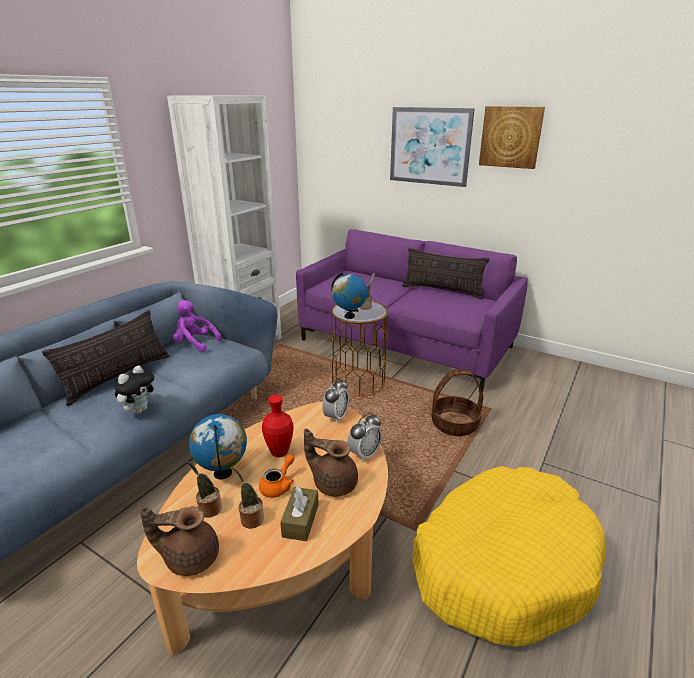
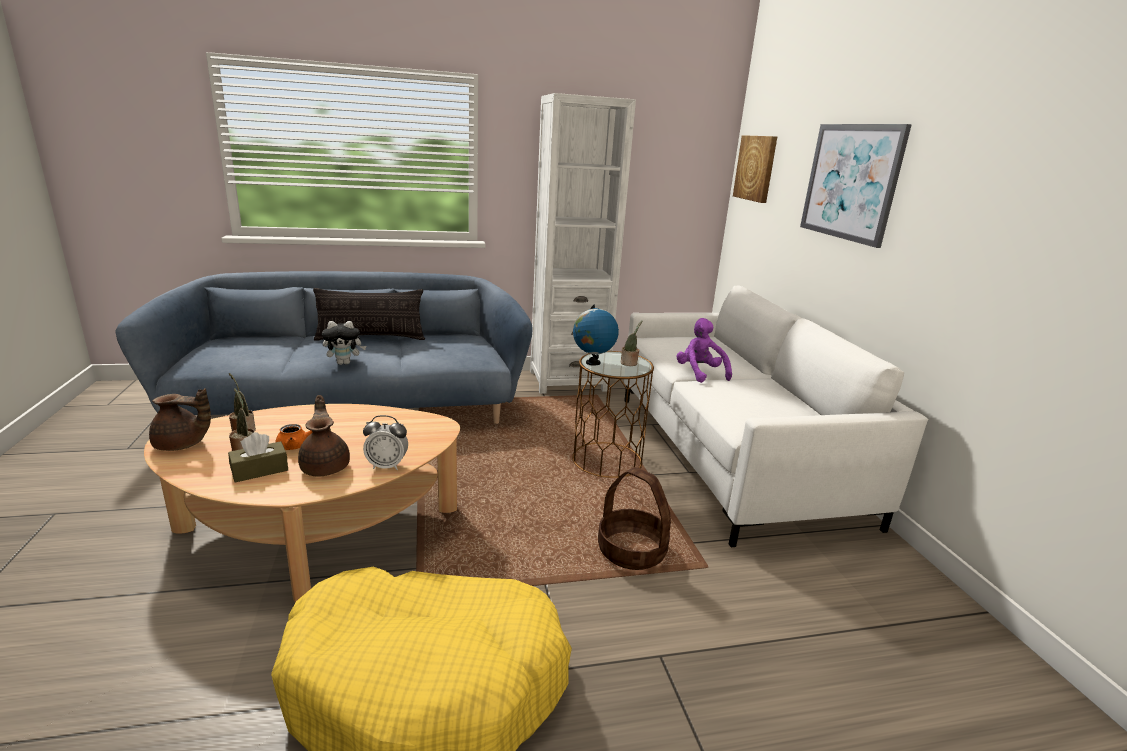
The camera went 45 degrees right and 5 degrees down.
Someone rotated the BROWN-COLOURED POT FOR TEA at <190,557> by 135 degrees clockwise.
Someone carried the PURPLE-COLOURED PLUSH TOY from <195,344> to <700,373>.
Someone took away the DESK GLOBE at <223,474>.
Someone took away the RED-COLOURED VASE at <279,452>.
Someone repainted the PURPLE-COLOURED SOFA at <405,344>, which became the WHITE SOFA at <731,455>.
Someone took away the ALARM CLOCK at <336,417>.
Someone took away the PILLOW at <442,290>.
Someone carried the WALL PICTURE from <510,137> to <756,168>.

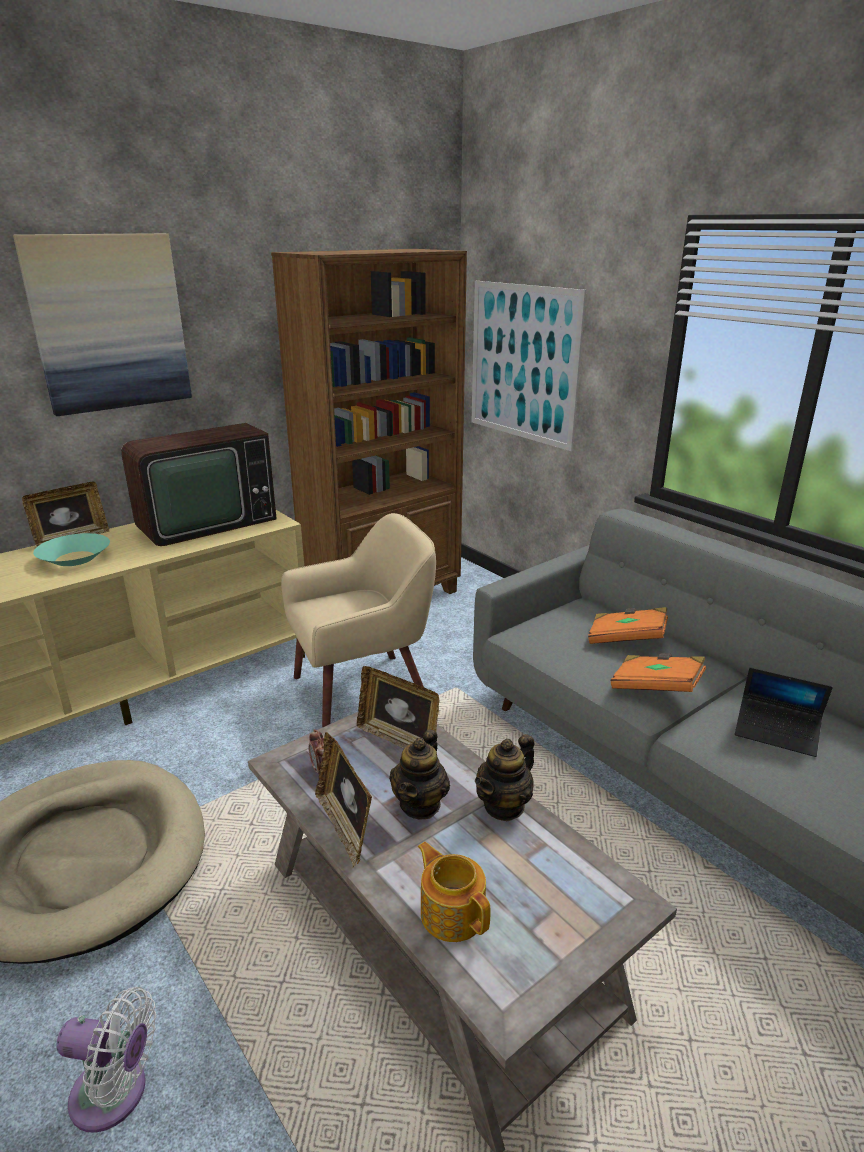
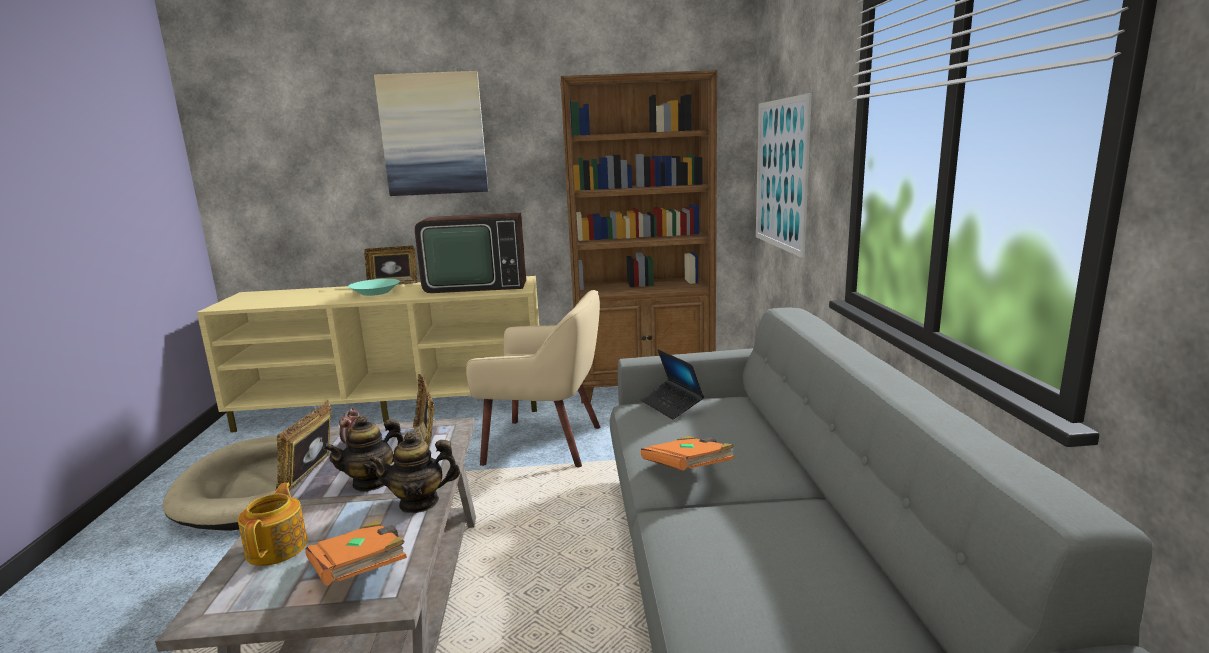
The camera went 35 degrees right and 10 degrees down.
Someone took away the WHITE FAN at <116,1094>.
Someone carried the ORANGE VOLUME from <626,639> to <360,572>.
Someone carried the PORTABLE COMPUTER from <776,732> to <671,405>.

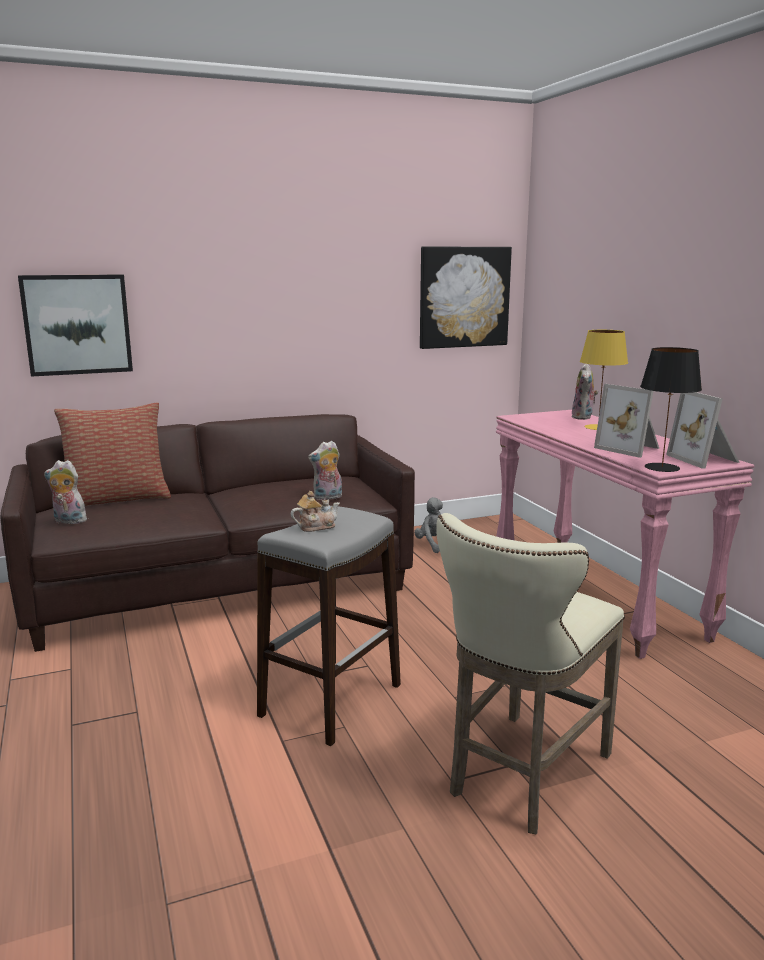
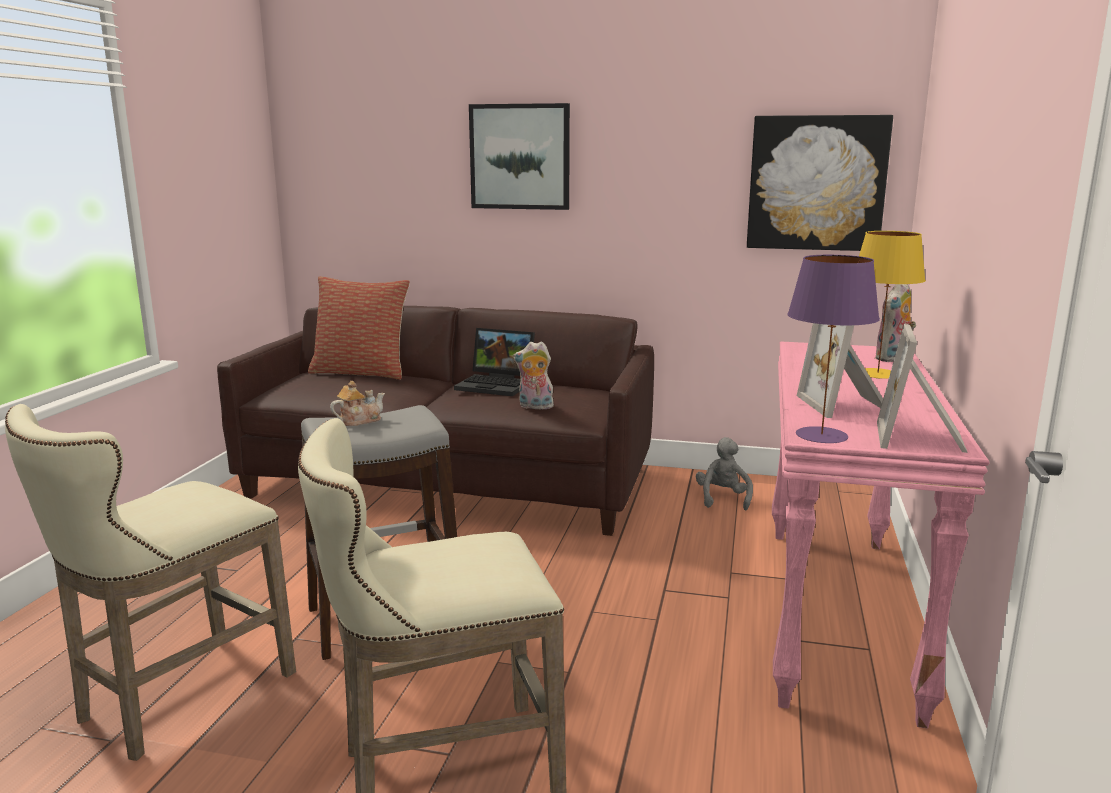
The camera went 35 degrees right and 0 degrees up.
Someone carried the WALL PICTURE from <77,324> to <520,157>.
Someone took away the PLUSH TOY at <68,521>.
Someone rotated the POT FOR TEA at <315,527> by 45 degrees counterclockwise.
Someone repainted the BLACK TABLETOP LAMP at <662,468>, which became the PURPLE-COLOURED TABLETOP LAMP at <821,435>.
Someone put down the BEIGE-COLOURED STOOL SEAT at <175,699>.
Someone put down the PORTABLE COMPUTER at <497,385>.

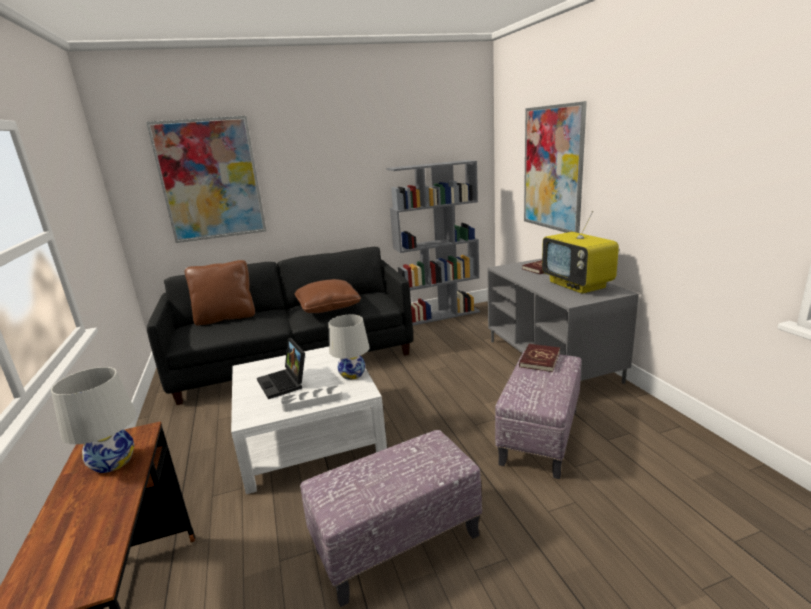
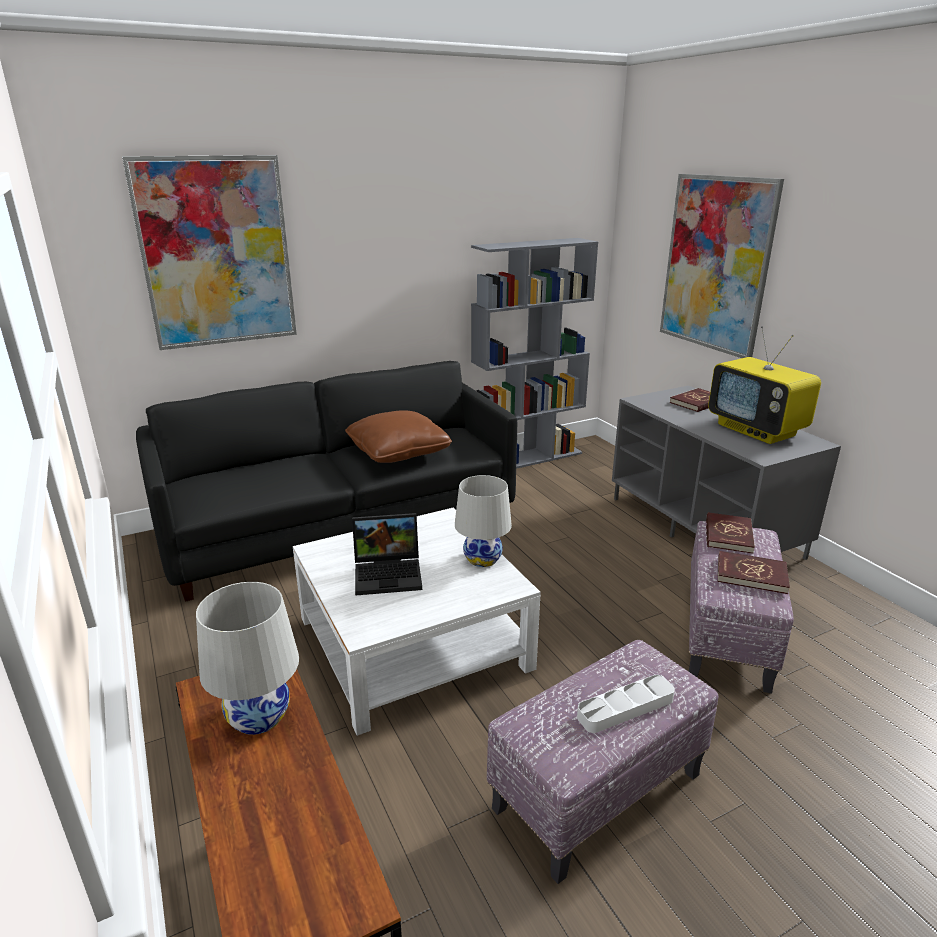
The camera went 10 degrees left and 5 degrees up.
Someone took away the BROWN-COLOURED PILLOW at <226,318>.
Someone rotated the PORTABLE COMPUTER at <285,383> by 60 degrees counterclockwise.
Someone carried the WHITE CARRYING TRAY from <312,401> to <625,708>.
Someone put down the RED-COLOURED VOLUME at <751,575>.

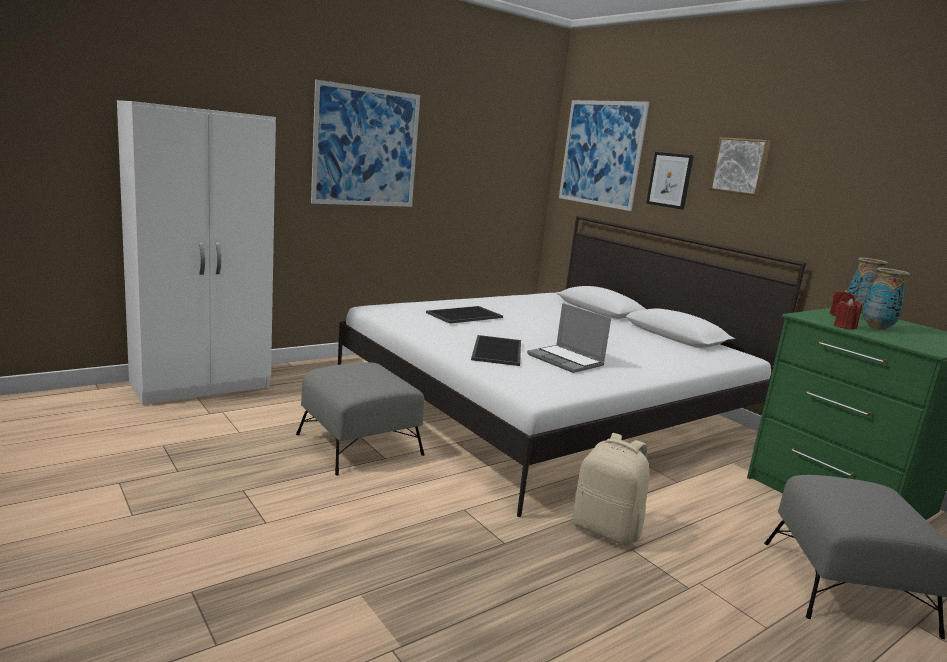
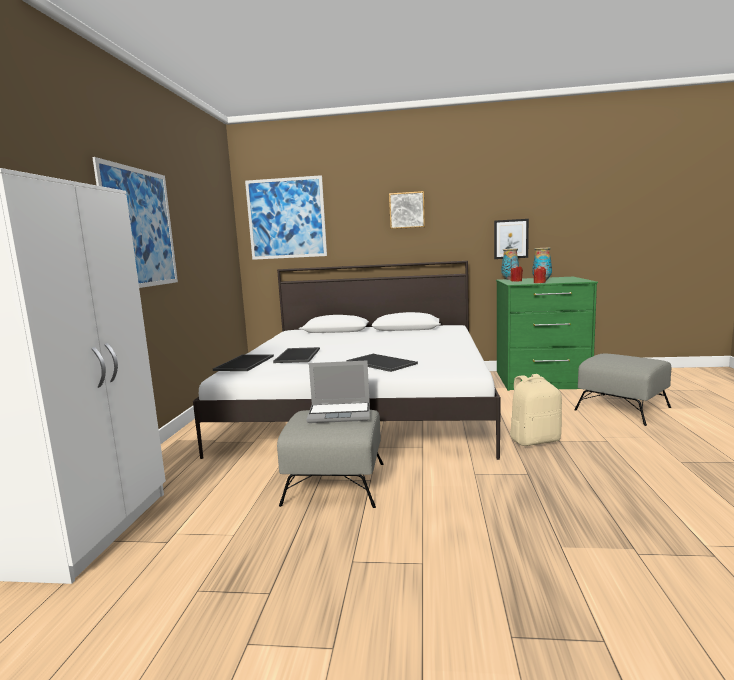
The camera went 45 degrees left and 5 degrees down.
Someone carried the PORTABLE COMPUTER from <566,360> to <340,413>.
Someone carried the WALL PICTURE from <670,180> to <511,239>.
Someone put down the CARRYING TRAY at <245,363>.

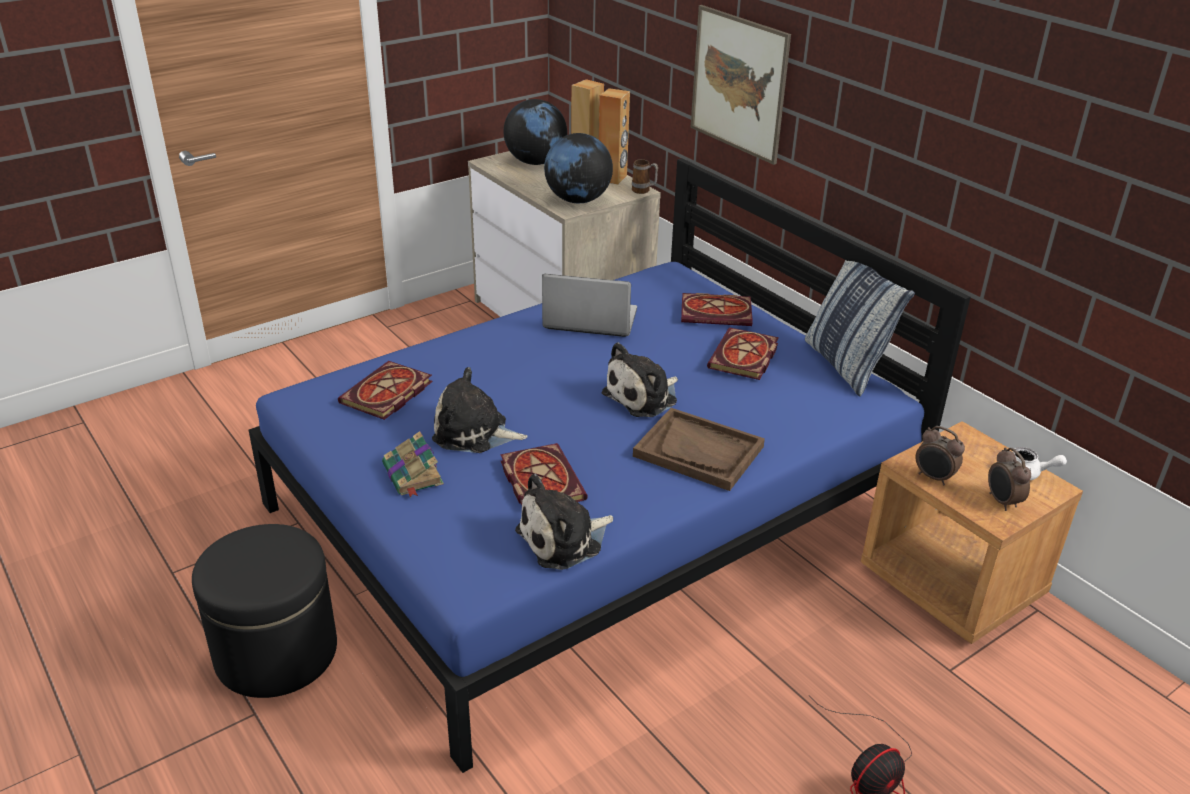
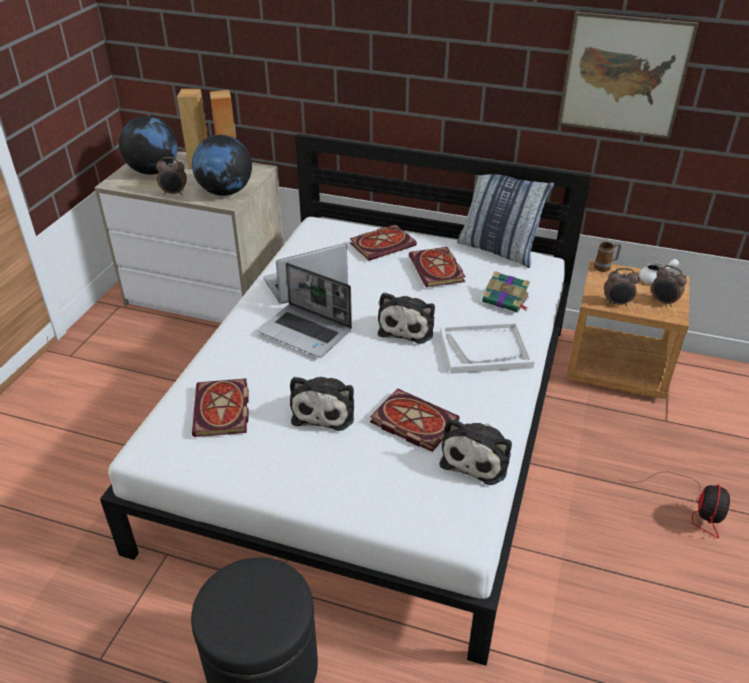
The camera went 35 degrees left and 5 degrees up.
Someone repainted the BLUE-COLOURED SLEEPING BED at <593,510>, which became the WHITE SLEEPING BED at <376,426>.
Someone carried the VOLUME from <413,475> to <506,300>.
Someone rotated the PLUSH TOY at <474,433> by 60 degrees counterclockwise.
Someone carried the COFFEE MUG from <644,191> to <605,267>.
Someone repainted the BROWN-COLOURED CARRYING TRAY at <699,451>, which became the WHITE CARRYING TRAY at <485,349>.
Someone carried the WALL PICTURE from <738,83> to <624,76>.
Someone put down the ALARM CLOCK at <174,193>.
Someone put down the PORTABLE COMPUTER at <306,332>.

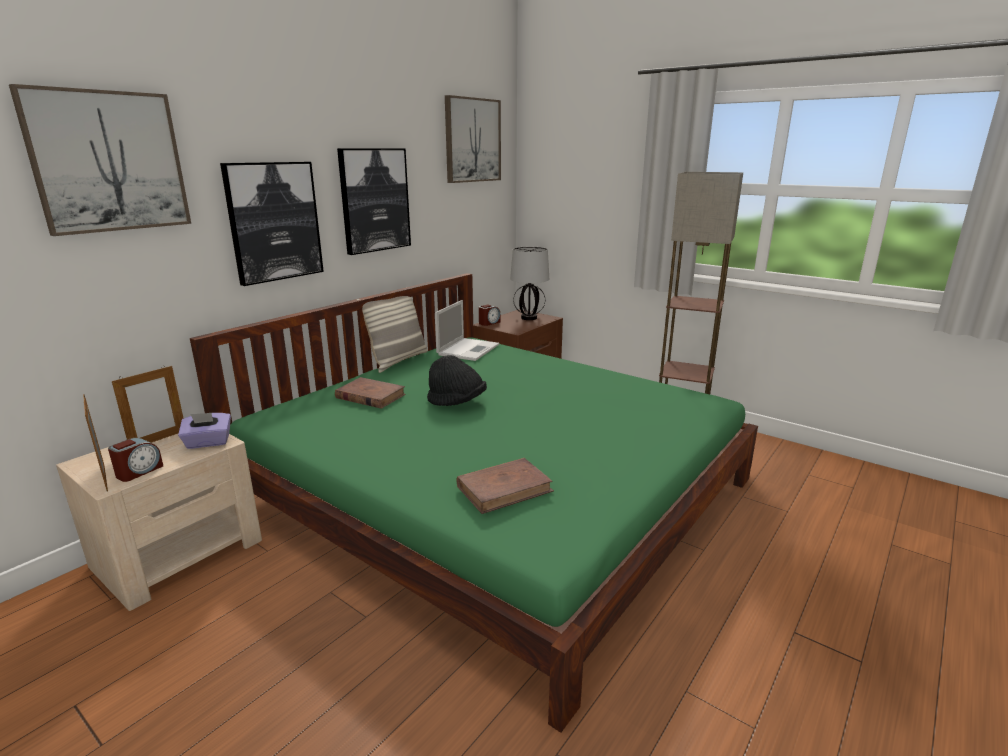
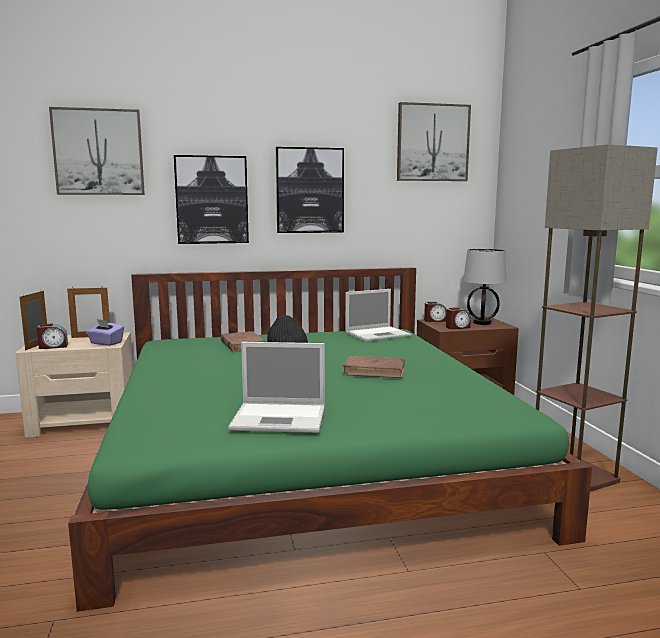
The camera went 40 degrees right and 10 degrees down.
Someone took away the PILLOW at <397,360>.
Someone carried the BROWN-COLOURED VOLUME from <504,489> to <374,371>.
Someone put down the PORTABLE COMPUTER at <281,418>.
Someone put down the ALARM CLOCK at <457,327>.

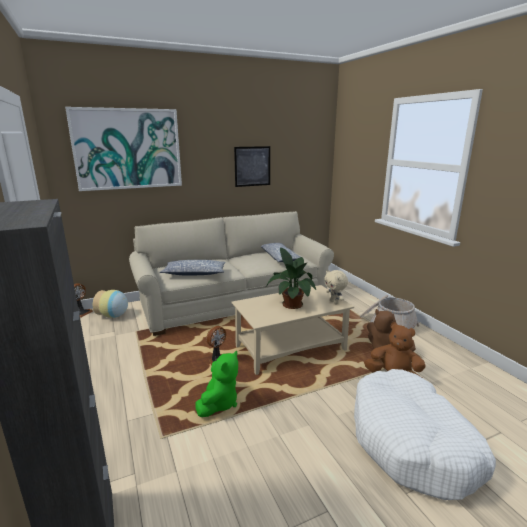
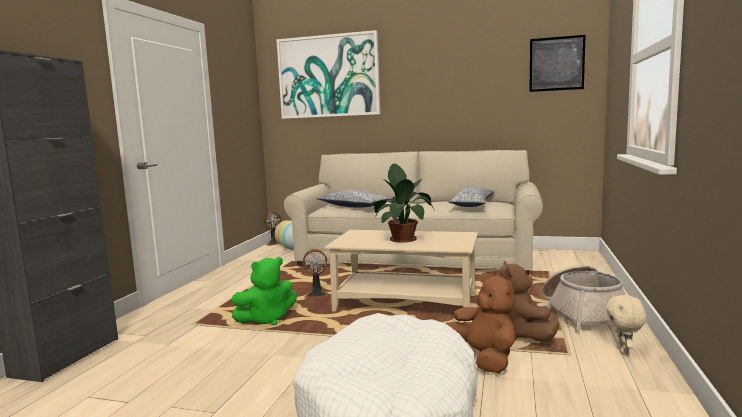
The camera went 40 degrees right and 10 degrees down.
Someone carried the WALL PICTURE from <252,166> to <556,64>.
Someone carried the BEIGE-COLOURED PLUSH TOY from <334,302> to <624,351>.

